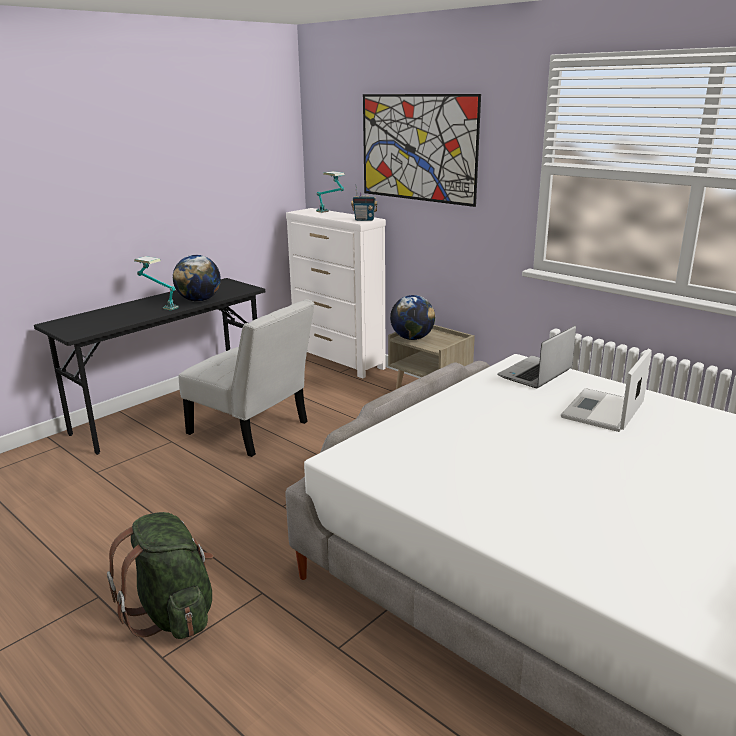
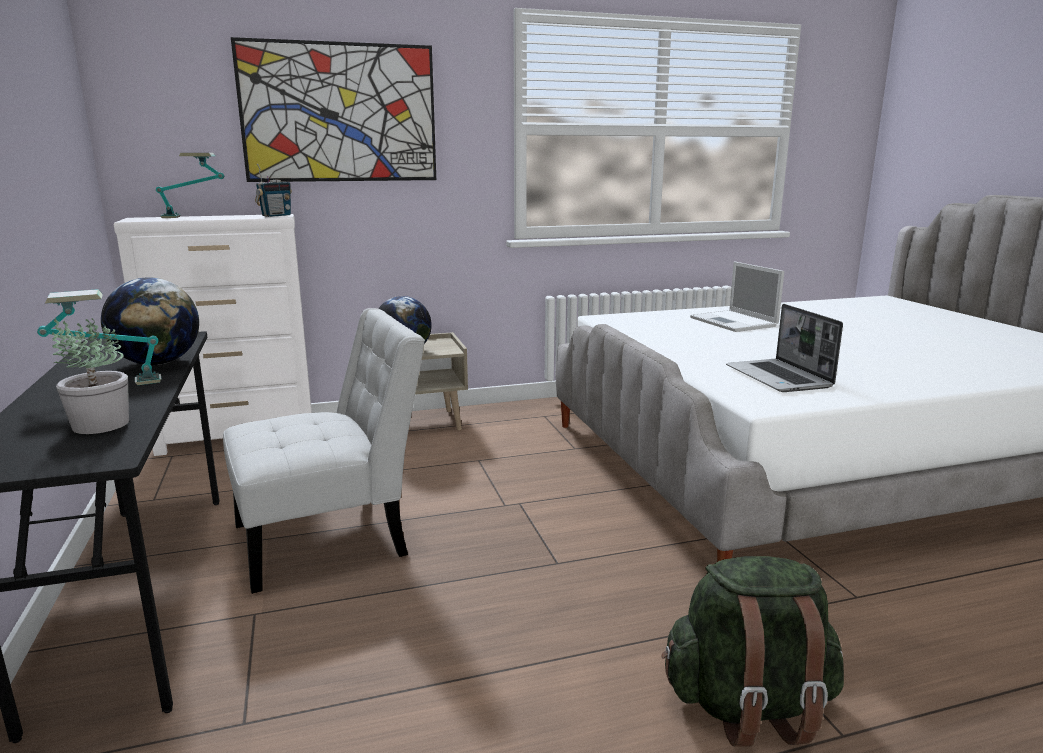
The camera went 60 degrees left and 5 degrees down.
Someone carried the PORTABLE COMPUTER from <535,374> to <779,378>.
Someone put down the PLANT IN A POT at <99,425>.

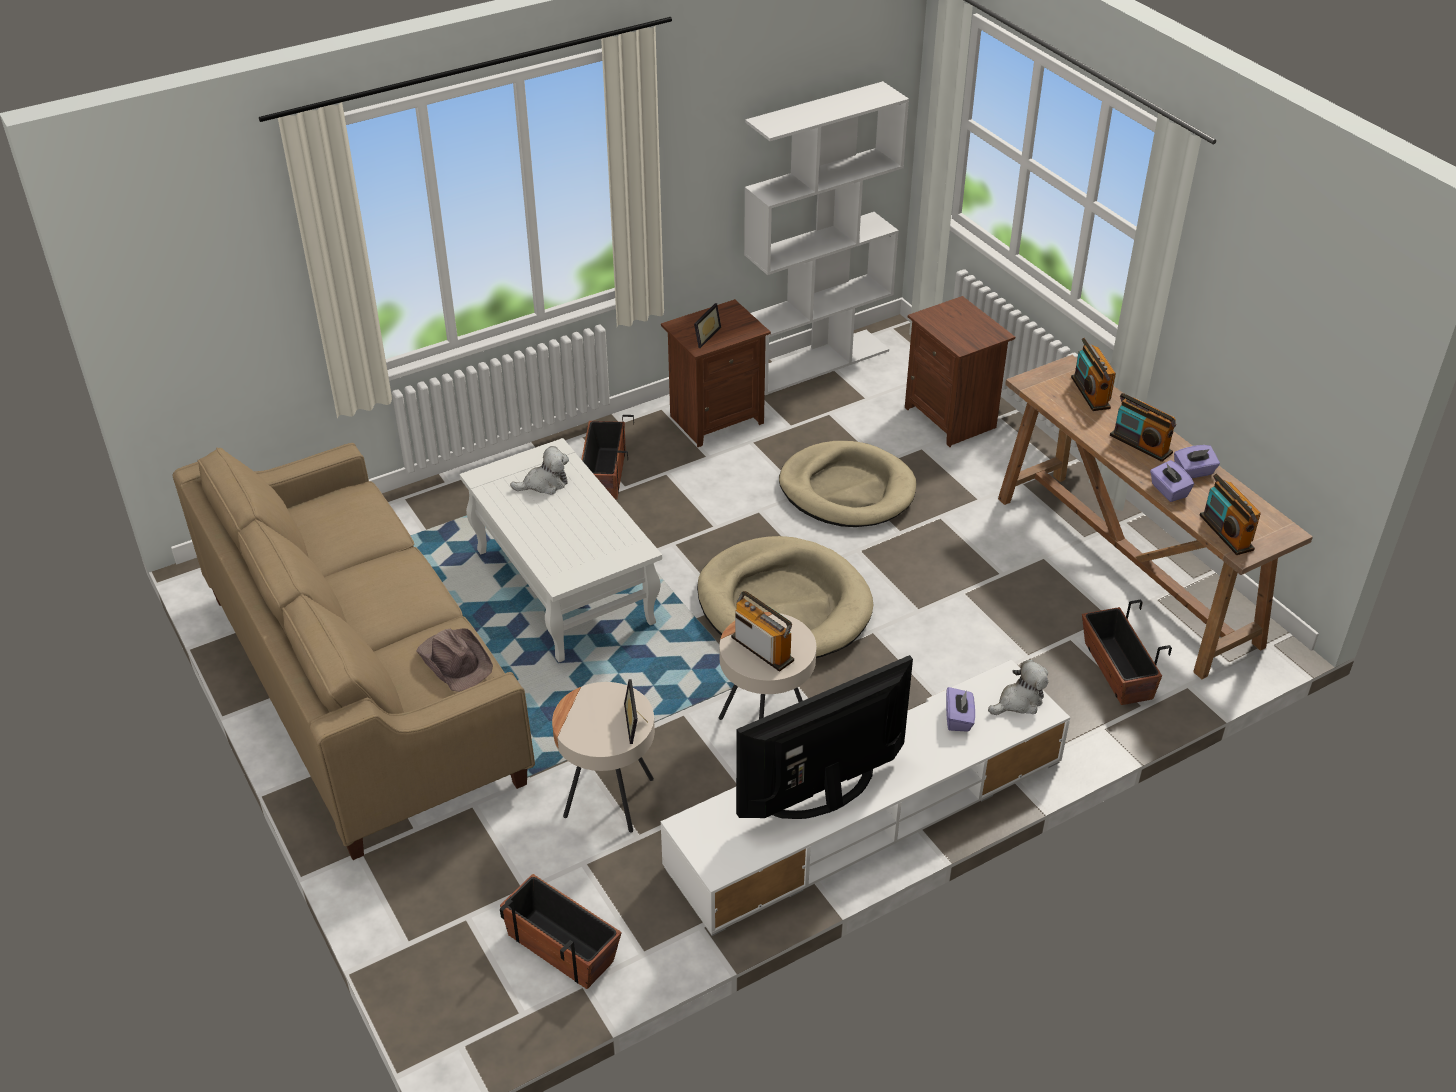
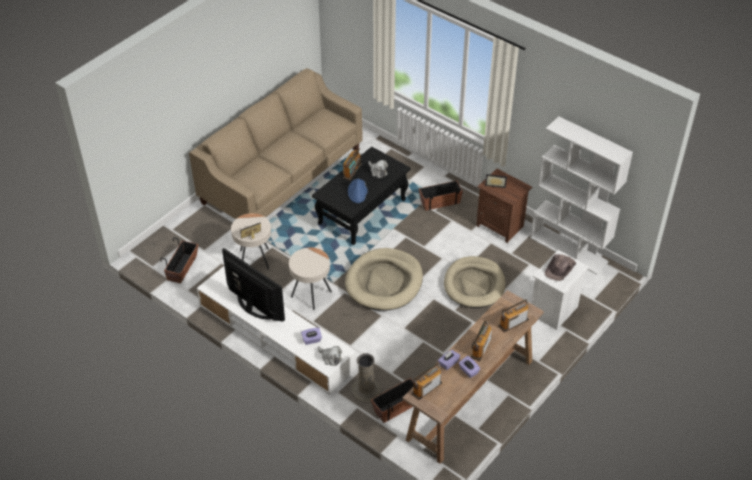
The camera went 70 degrees right and 5 degrees up.
Someone carried the BROWN-COLOURED CLOTHING HAT from <455,660> to <560,268>.
Someone repainted the WHITE COFFEE TABLE at <563,586>, which became the BLACK COFFEE TABLE at <362,211>.
Someone carried the RADIO RECEIVER from <762,649> to <352,171>.
Someone repainted the BROWN-COLOURED NIGHT TABLE at <952,417>, which became the WHITE NIGHT TABLE at <554,311>.
Someone put down the BLUE-COLOURED CLOTHING HAT at <357,191>.
Someone put down the BEIGE-COLOURED VASE at <366,390>.

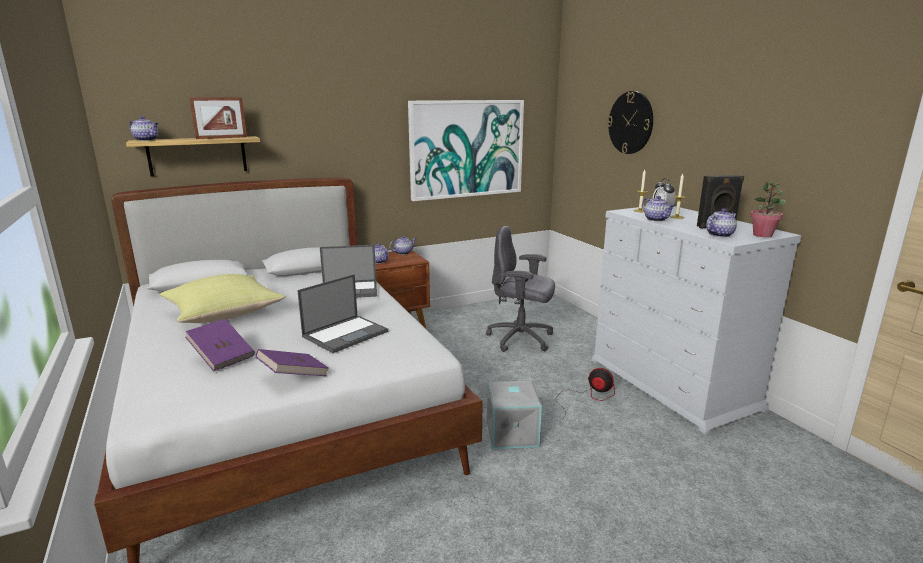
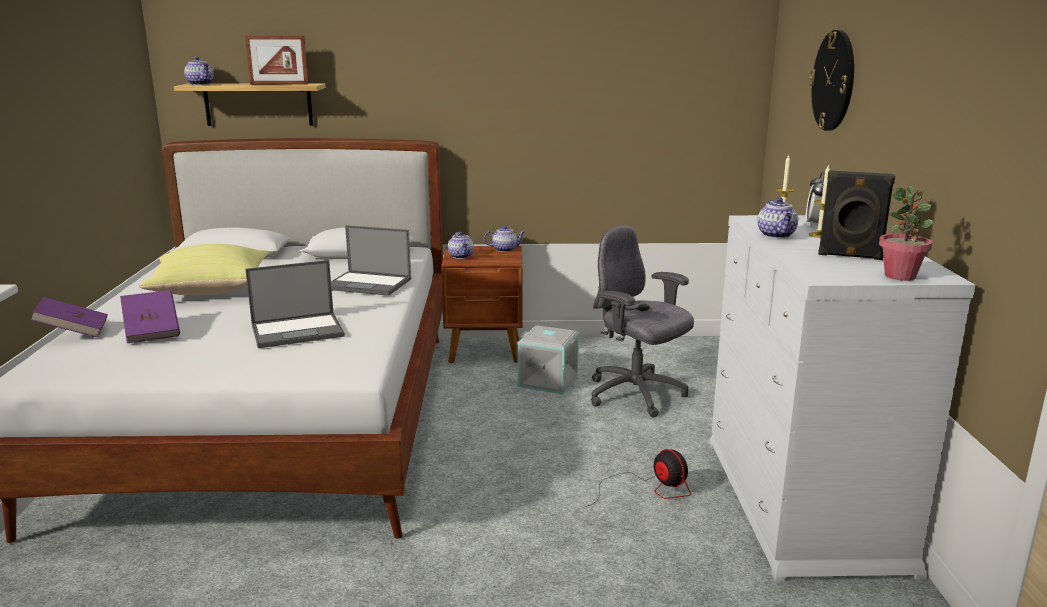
The camera went 25 degrees right and 0 degrees up.
Someone carried the PURPLE-COLOURED VOLUME from <294,376> to <73,332>.
Someone took away the WALL PICTURE at <466,149>.
Someone carried the GREYISH STORAGE CONTAINER from <512,433> to <549,380>.
Someone took away the POT FOR TEA at <719,235>.

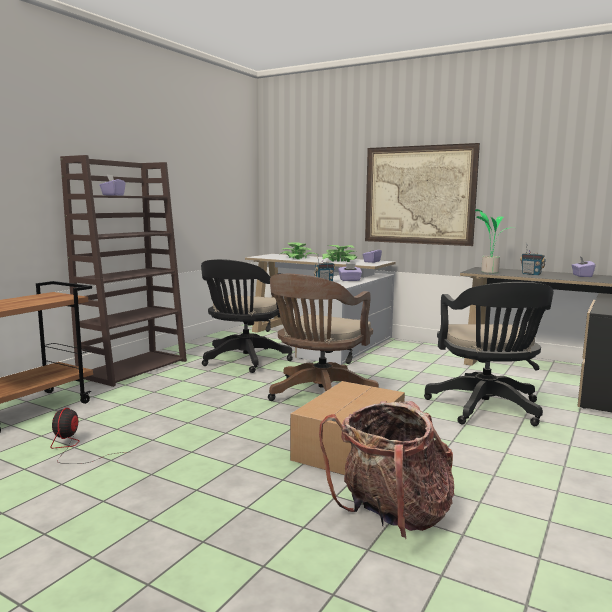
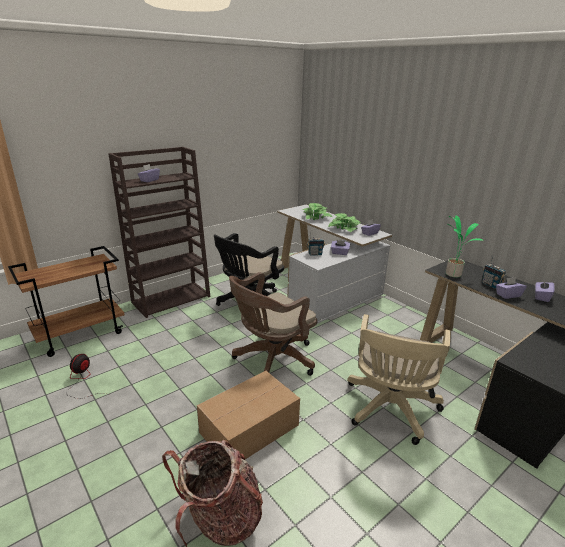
The camera went 20 degrees right and 15 degrees up.
Someone took away the WALL PICTURE at <419,195>.
Someone repainted the BLACK DESK CHAIR at <486,409>, which became the BEIGE-COLOURED DESK CHAIR at <390,410>.
Someone put down the PURPLE-COLOURED BOX OF TISSUES at <508,295>.

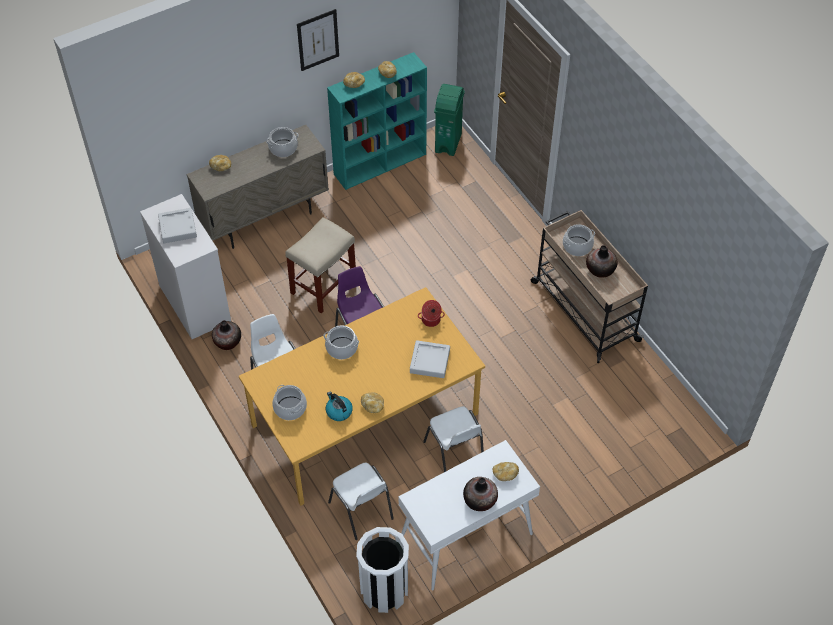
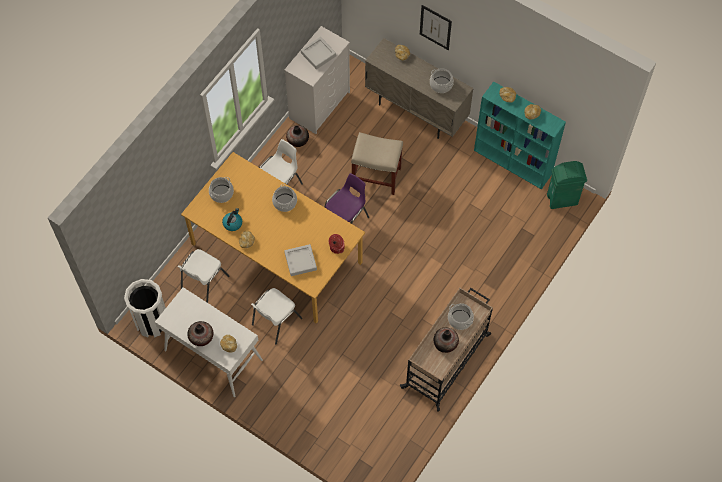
The camera went 65 degrees right and 10 degrees up.
Someone carried the WALL PICTURE from <318,40> to <435,27>.

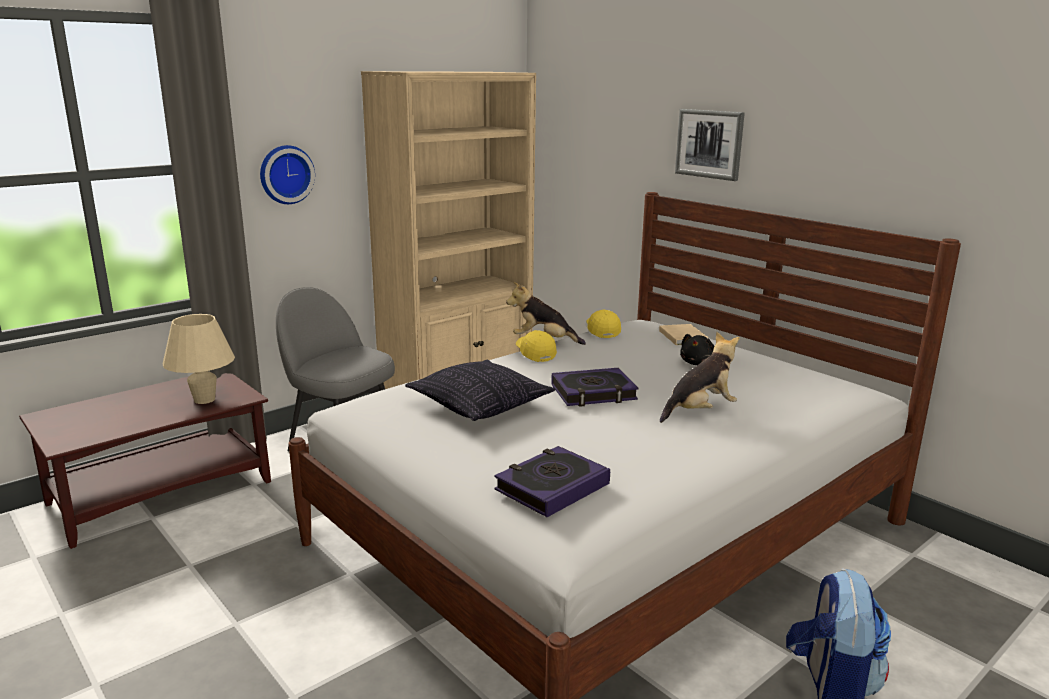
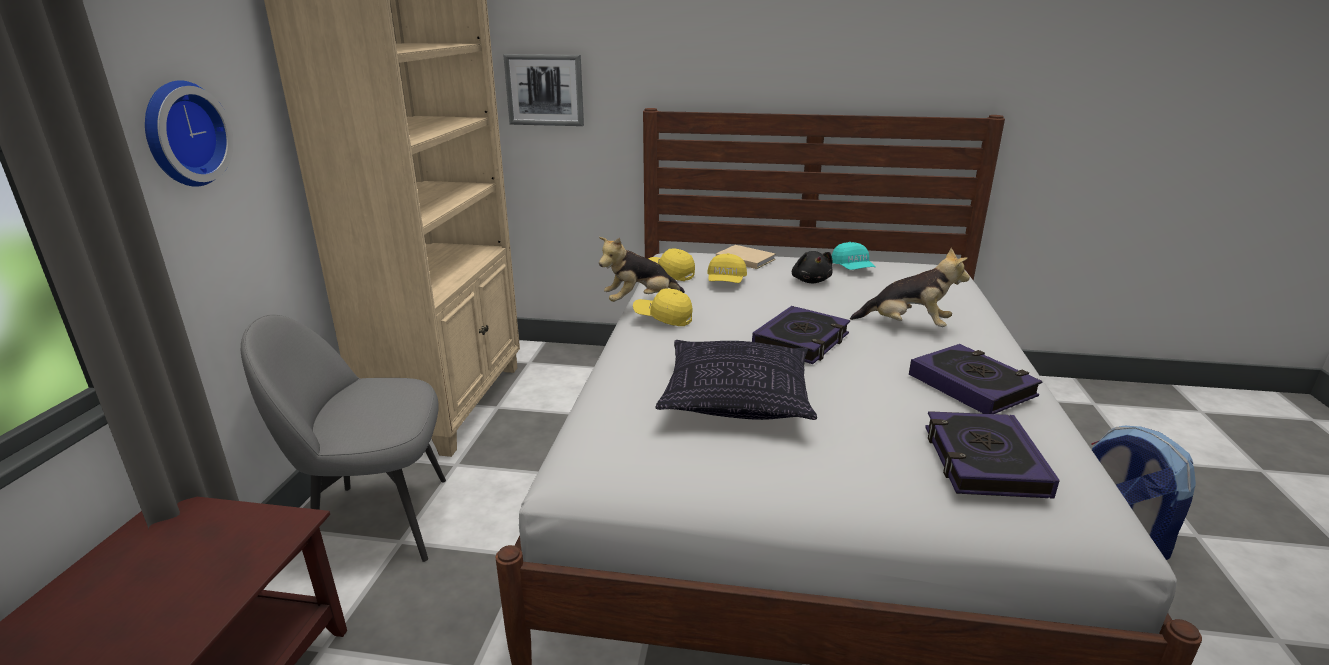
The camera went 40 degrees left and 5 degrees up.
Someone took away the BEIGE-COLOURED TABLETOP LAMP at <204,400>.
Someone rotated the PLUSH TOY at <699,411> by 90 degrees clockwise.
Someone carried the WALL PICTURE from <709,144> to <545,90>.
Someone put down the YELLOWISH PEAKED CAP at <726,282>.
Someone put down the TURQUOISE PEAKED CAP at <852,269>.
Someone put down the VOLUME at <971,386>.

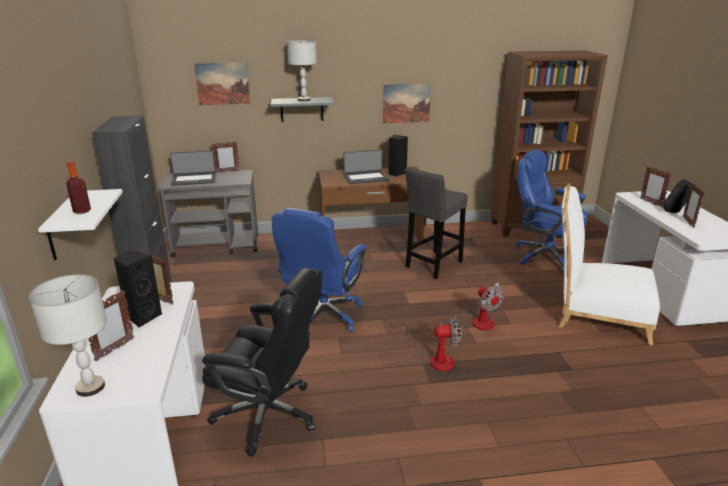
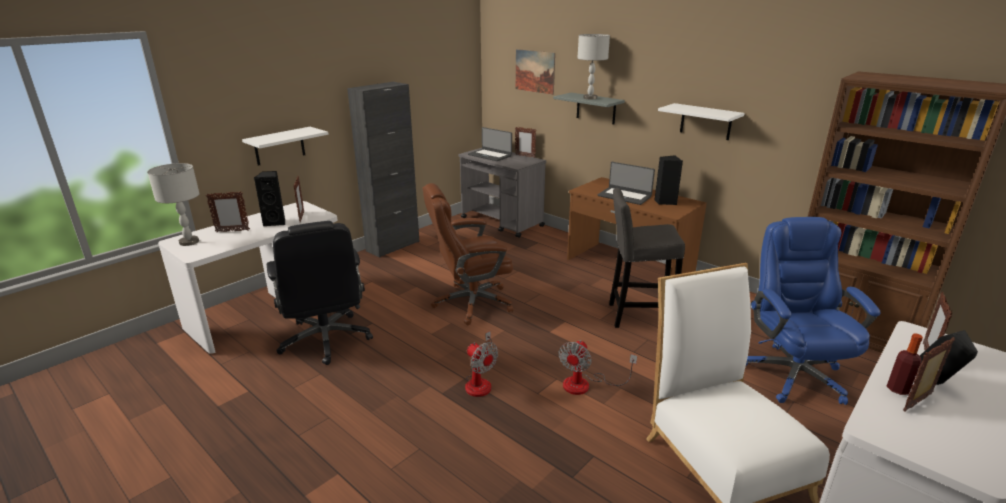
The camera went 50 degrees right and 0 degrees up.
Someone carried the BOTTLE from <82,211> to <897,389>.
Someone repainted the BLUE-COLOURED DESK CHAIR at <322,316>, which became the BROWN-COLOURED DESK CHAIR at <471,303>.
Someone swapped the WALL PICTURE at <406,103> for the WHITE SHELF at <705,122>.

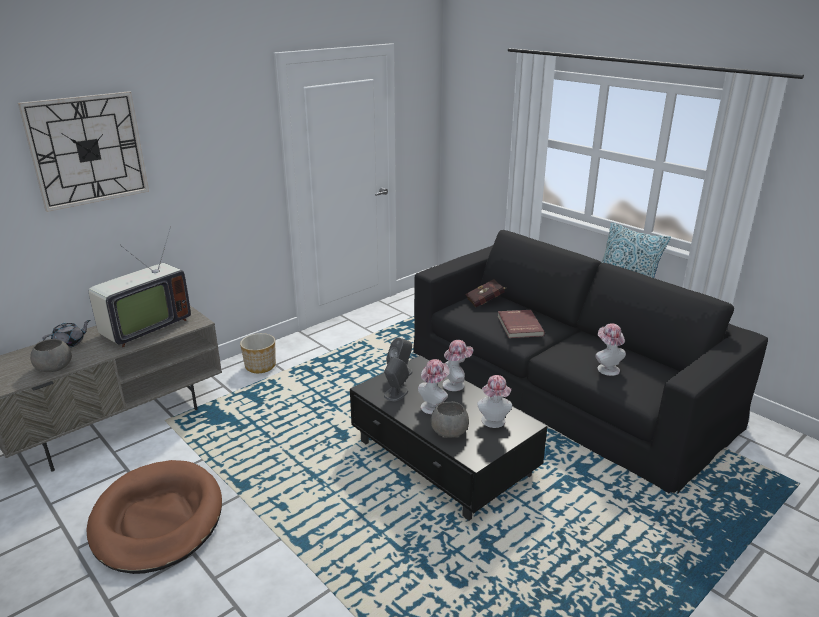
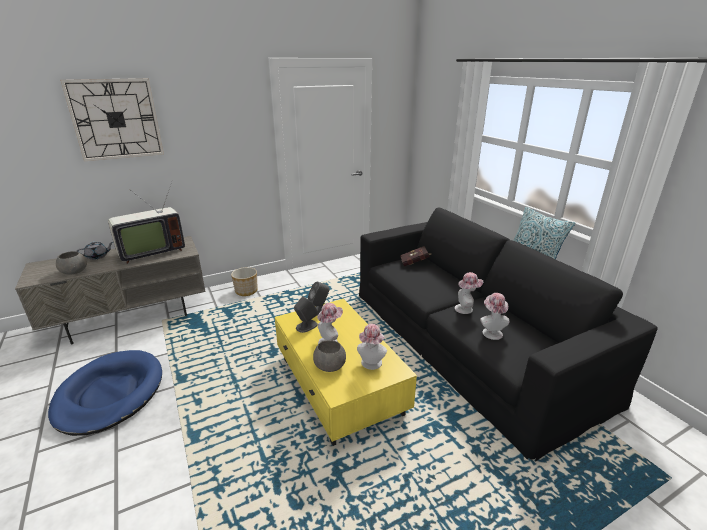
The camera went 15 degrees right and 0 degrees up.
Someone repainted the BROWN-COLOURED DOG BED at <157,520>, which became the BLUE-COLOURED DOG BED at <110,394>.
Someone repainted the BLACK COFFEE TABLE at <443,459>, which became the YELLOWISH COFFEE TABLE at <339,386>.
Someone carried the CLOTHING HAT from <456,384> to <466,308>.
Someone took away the RED-COLOURED VOLUME at <519,326>.

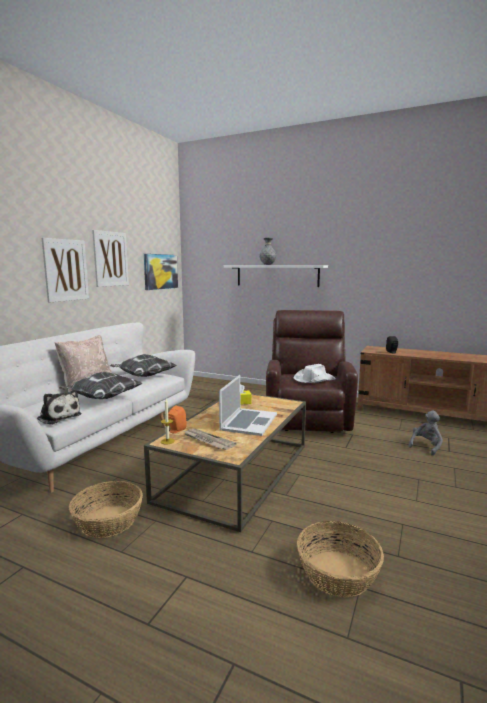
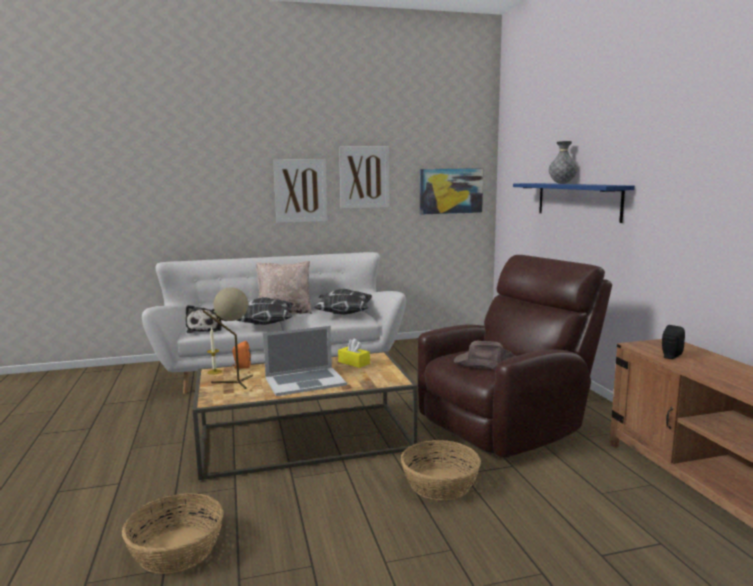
The camera went 50 degrees right and 0 degrees up.
Someone carried the HOUSEHOLD BASKET from <109,521> to <440,484>.
Someone swapped the DAILY PAPER at <208,440> for the BEIGE-COLOURED TABLETOP LAMP at <234,382>.
Someone repainted the WHITE SHELF at <277,275>, which became the BLUE-COLOURED SHELF at <577,200>.
Someone repainted the WHITE CLOTHING HAT at <314,379>, which became the BROWN-COLOURED CLOTHING HAT at <485,363>.
Someone took away the GREYISH PLUSH TOY at <426,446>.

